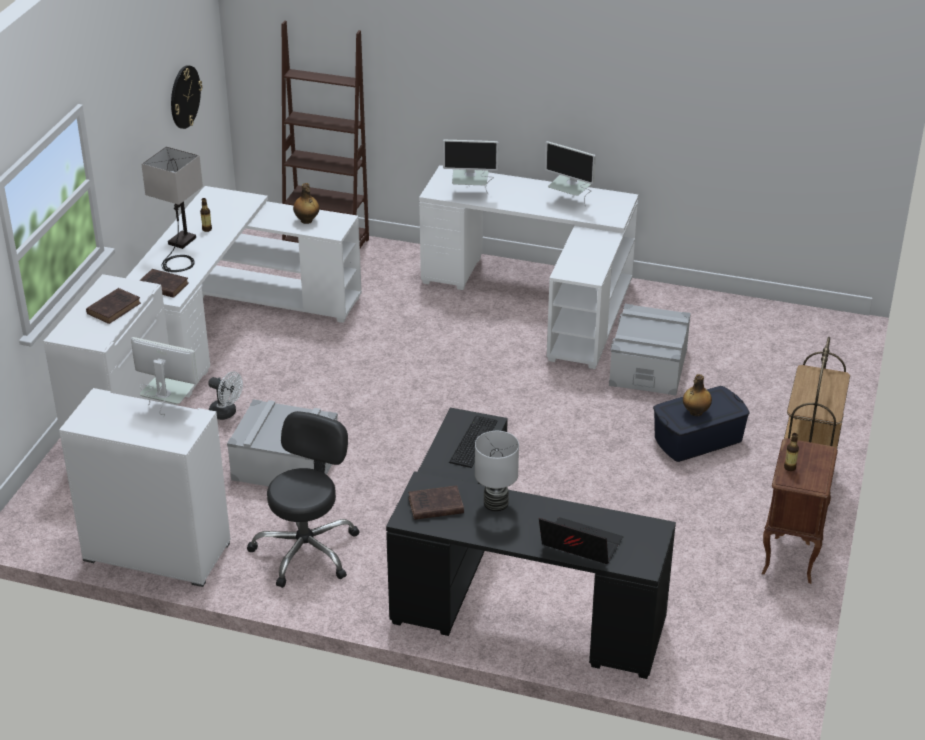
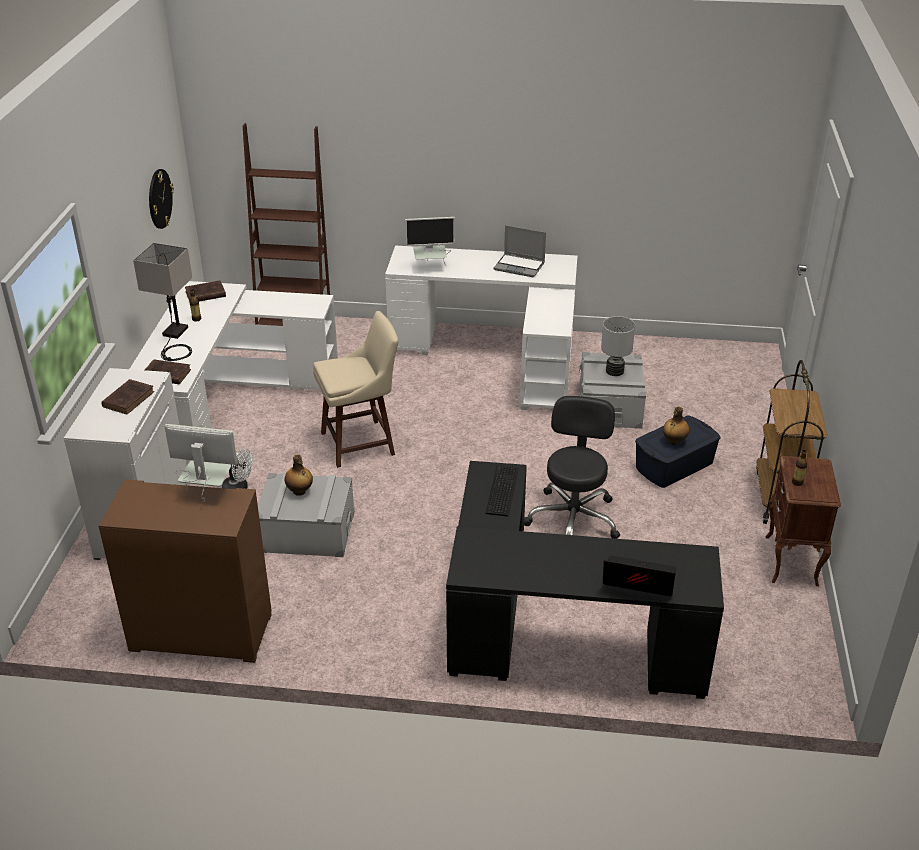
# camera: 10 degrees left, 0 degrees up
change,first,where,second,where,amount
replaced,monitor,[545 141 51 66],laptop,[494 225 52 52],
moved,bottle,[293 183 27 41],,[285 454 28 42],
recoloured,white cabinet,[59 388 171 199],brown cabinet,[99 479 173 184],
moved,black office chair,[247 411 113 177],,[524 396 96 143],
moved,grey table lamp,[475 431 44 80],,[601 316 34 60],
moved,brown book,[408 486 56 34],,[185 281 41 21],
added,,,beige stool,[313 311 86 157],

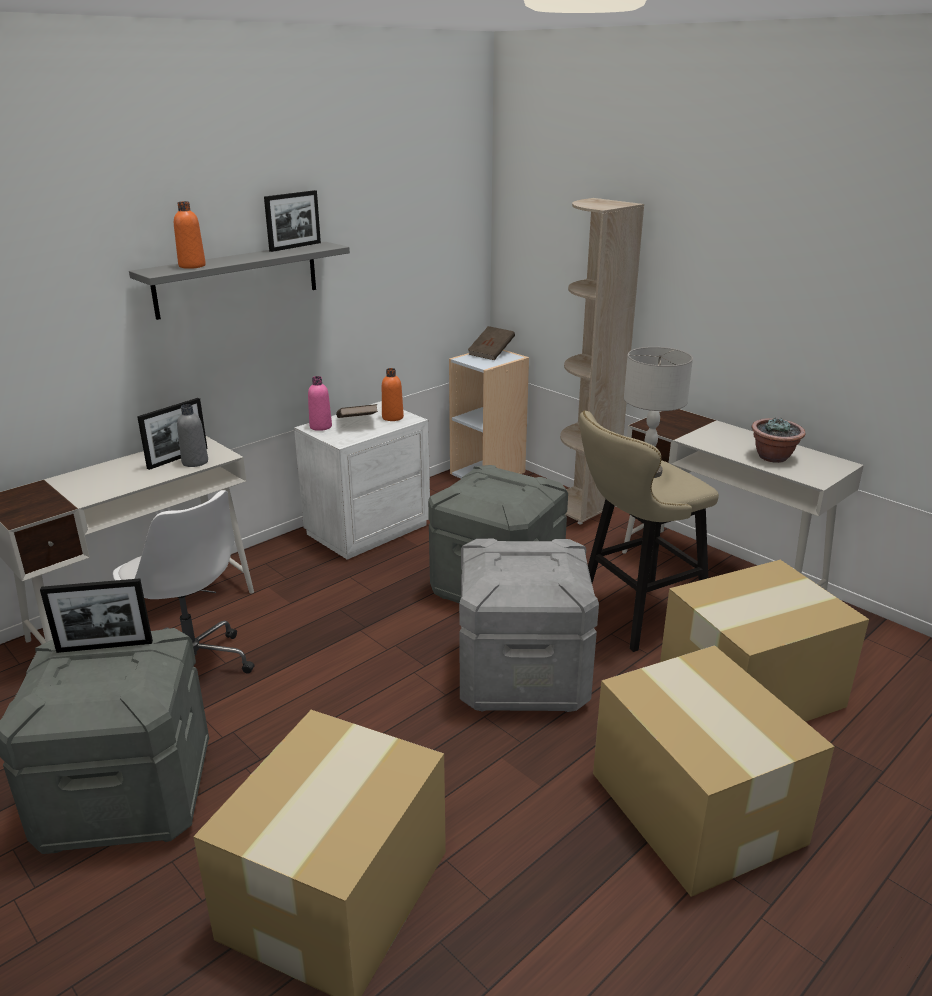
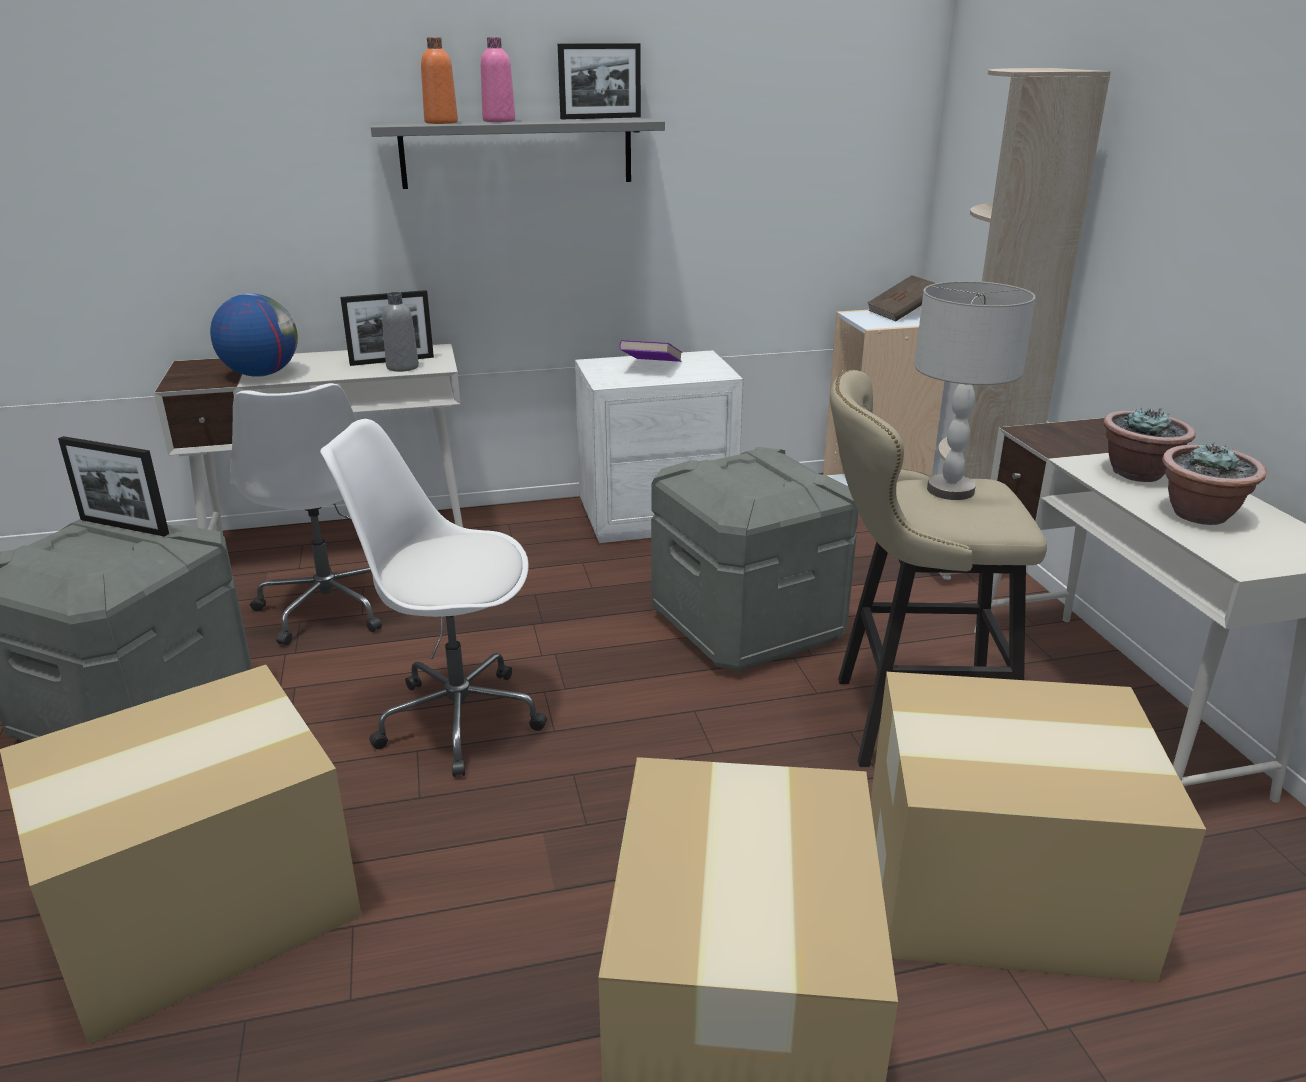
# camera: 30 degrees right, 0 degrees up
change,first,where,second,where,amount
removed,orange bottle,[382 368 22 53],,,
moved,pink bottle,[308 376 24 55],,[481 37 34 85],
recoloured,brown book,[336 404 42 14],purple book,[619 340 63 22],
removed,grey storage box,[459 539 140 173],,,
added,,,globe,[210 293 88 84],
added,,,potted plant,[1103 407 93 75],
added,,,white office chair,[320 419 227 358],

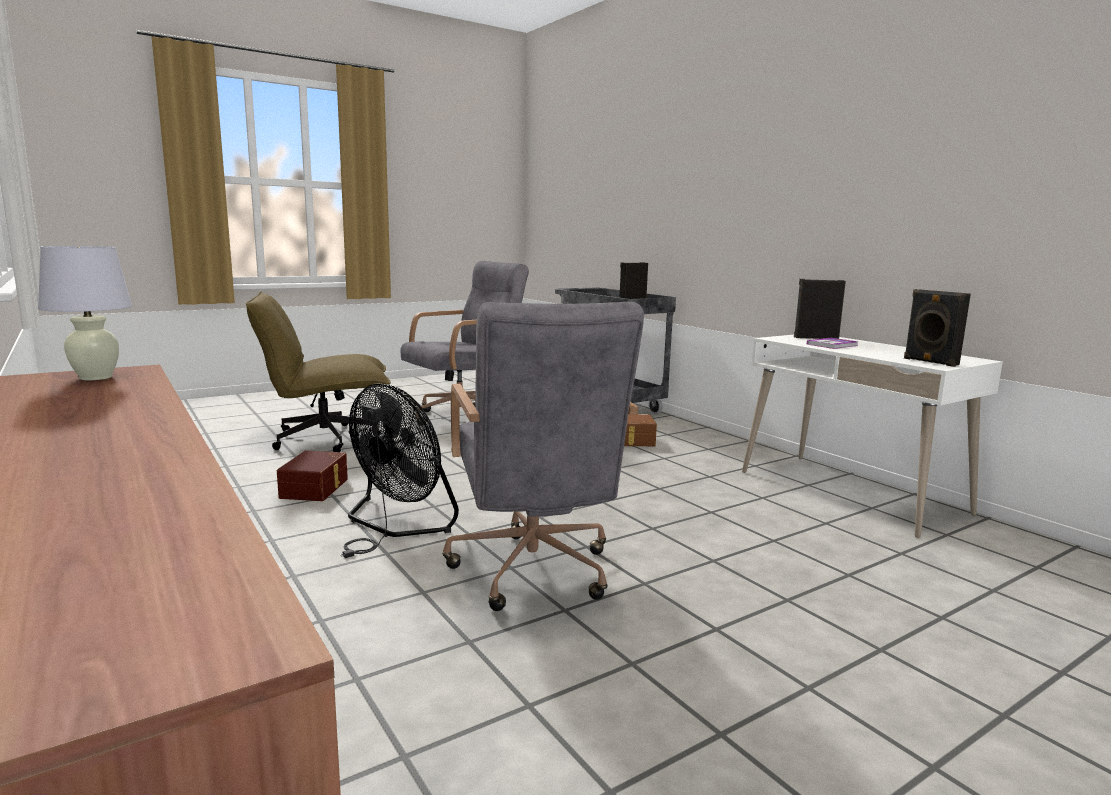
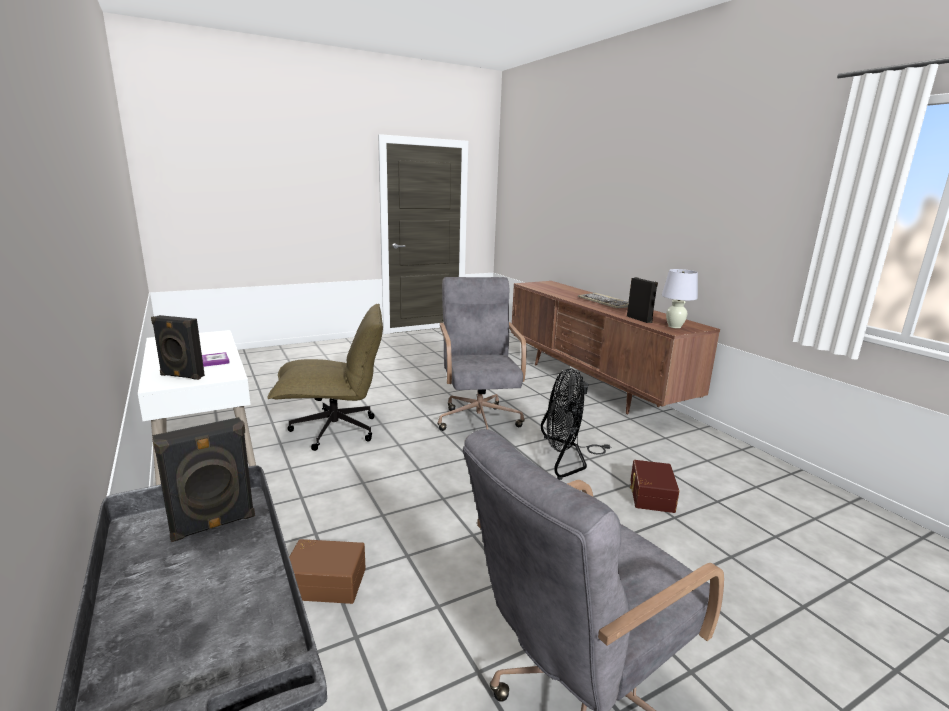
# camera: 175 degrees left, 5 degrees up
change,first,where,second,where,amount
moved,black speaker,[904 289 67 78],,[627 277 31 46],
moved,beige office chair,[246 291 145 161],,[267 304 116 147],
turned,black fan,[340 384 119 174],,[541 368 71 112],45 degrees clockwise
added,,,keyboard,[578 293 50 15],

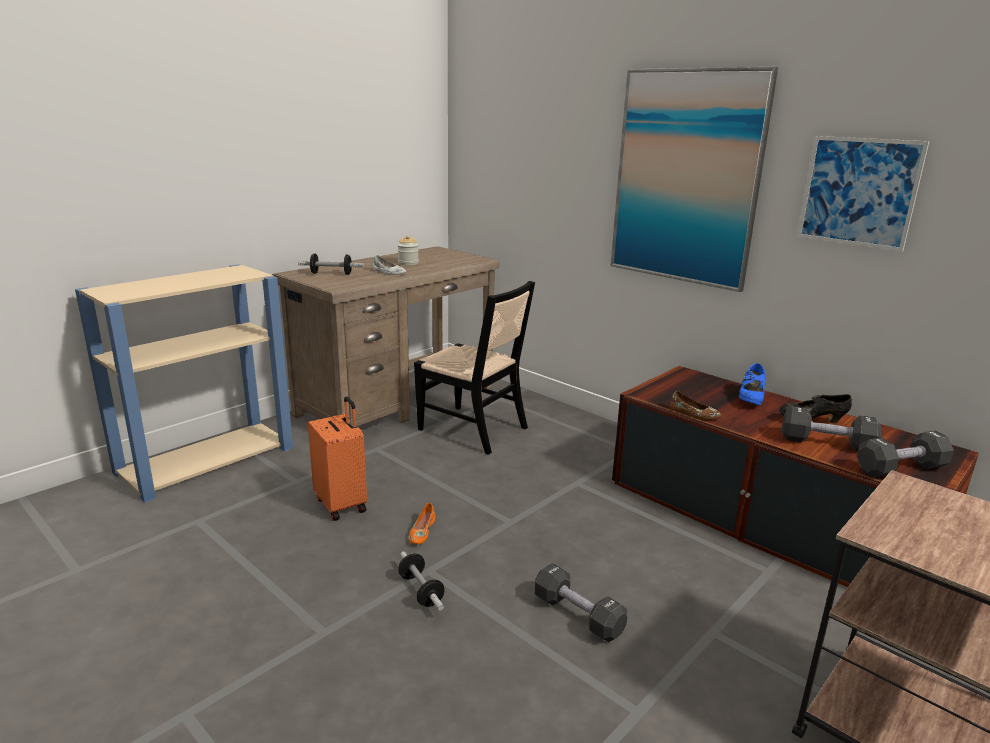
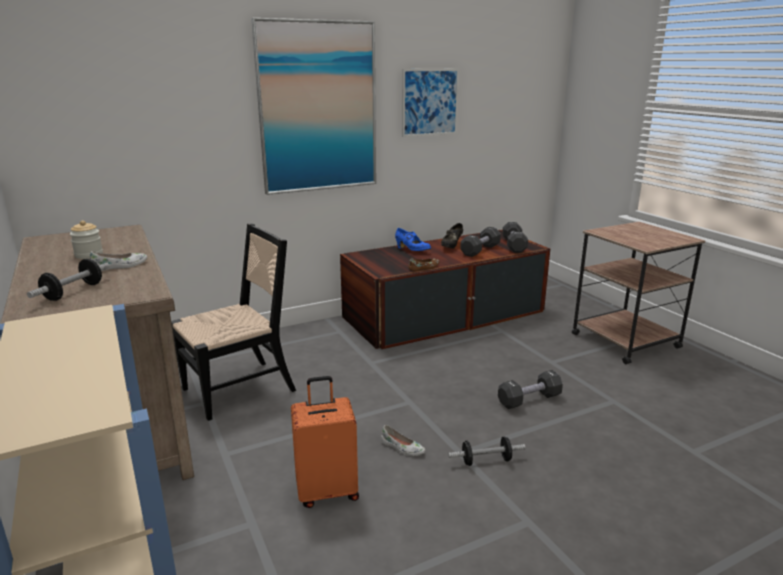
# camera: 70 degrees left, 0 degrees up
change,first,where,second,where,amount
recoloured,orange shoe,[409 503 26 41],white shoe,[381 425 44 31],

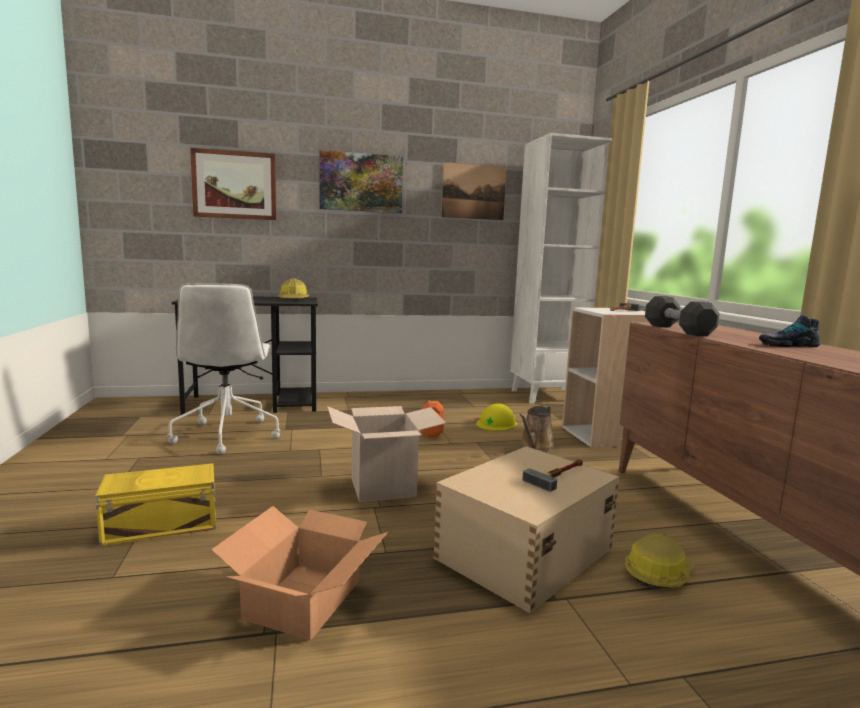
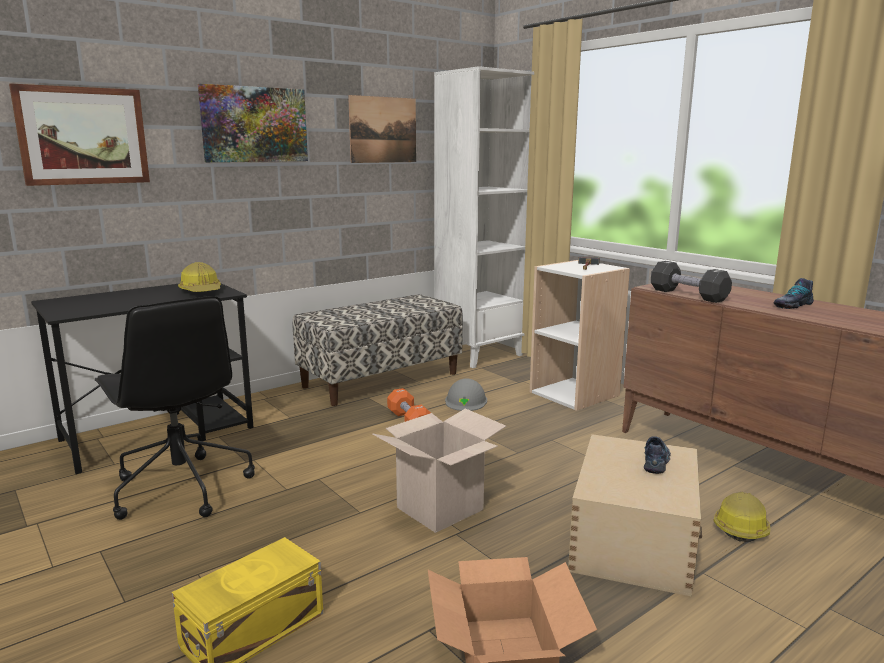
# camera: 25 degrees left, 5 degrees up
change,first,where,second,where,amount
recoloured,white office chair,[167 283 113 171],black office chair,[95 296 160 224],
recoloured,yellow hard hat,[476 403 41 28],grey hard hat,[445 378 42 33],
removed,brown watering can,[519 406 36 45],,,
replaced,hammer,[522 459 61 33],shoe,[644 436 27 38],
added,,,bench,[292 294 171 112],

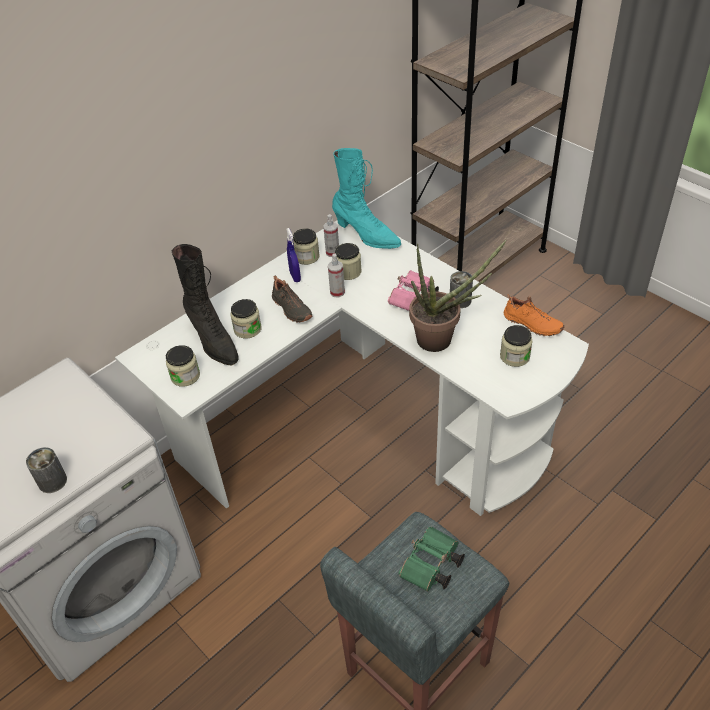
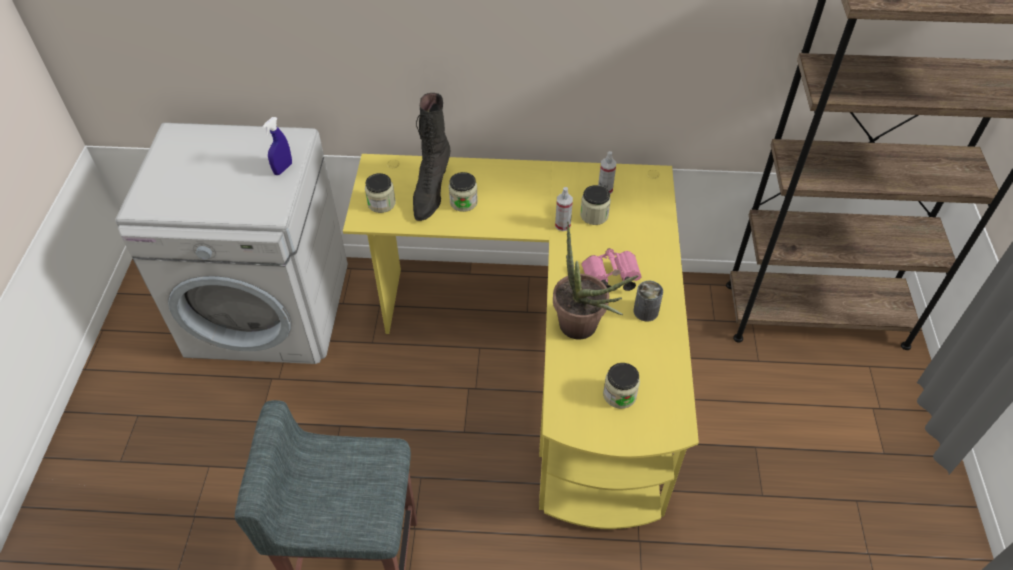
# camera: 45 degrees right, 5 degrees up
change,first,where,second,where,amount
removed,turquoise boot,[332 148 69 101],,,
recoloured,white desk,[115 220 474 296],yellow desk,[343 154 356 375],
moved,blue spray bottle,[286 228 15 54],,[262 117 30 58],
removed,jar,[293 229 27 36],,,
removed,black shoe,[272 275 41 47],,,
removed,orange shoe,[504 294 60 42],,,
removed,can,[26 447 41 46],,,
removed,green binoculars,[398 527 67 65],,,

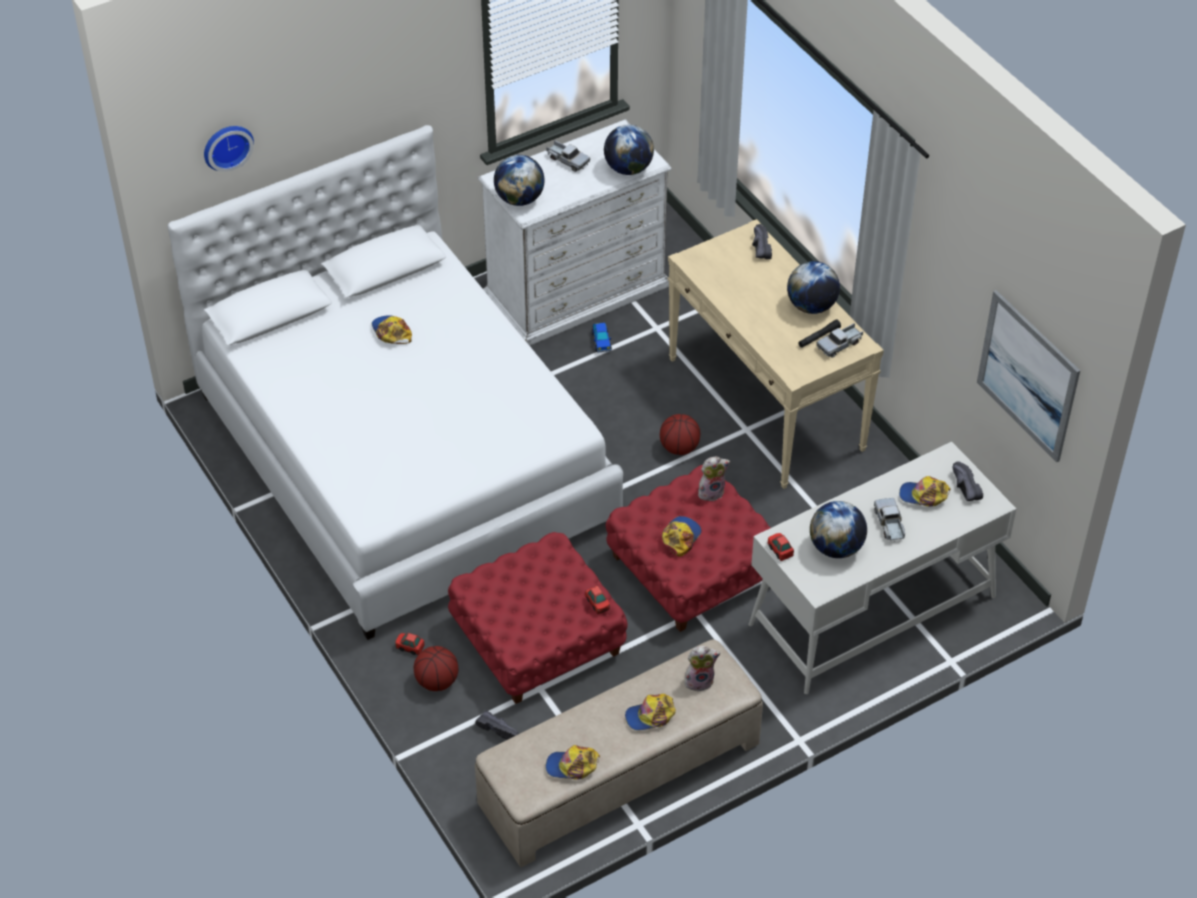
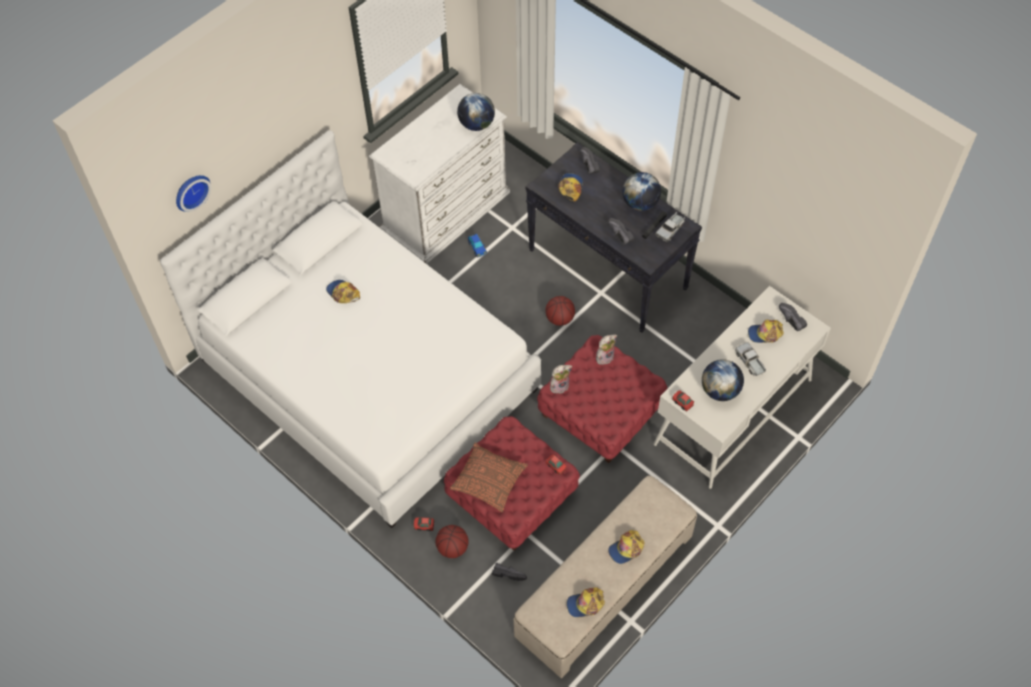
# camera: 15 degrees left, 10 degrees up
change,first,where,second,where,amount
removed,toy truck,[546 140 44 32],,,
removed,globe,[494 155 51 51],,,
recoloured,beige console table,[668 219 216 270],black console table,[526 142 176 191],
removed,picture,[977 290 103 172],,,
moved,cap,[662 516 39 41],,[558 173 25 28],
moved,plush toy,[685 646 36 46],,[550 365 22 28],
added,,,black shoe,[608 218 26 27],
added,,,brown pillow,[450 443 78 69],

